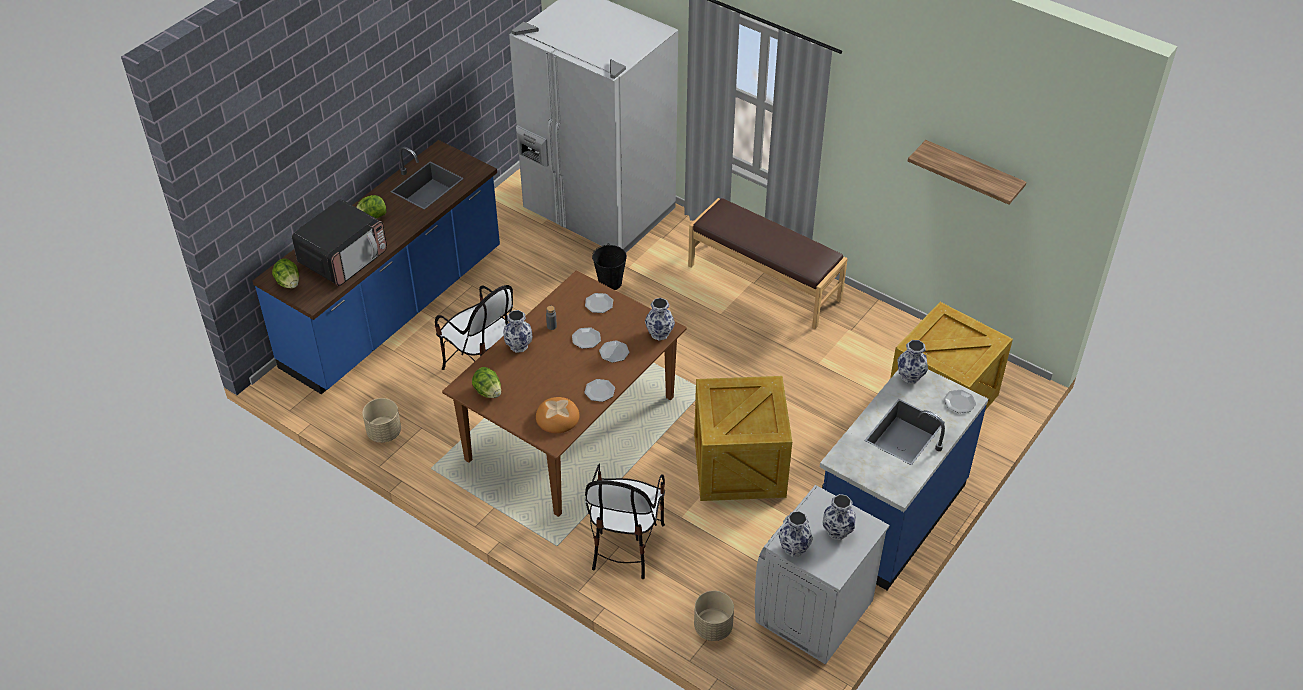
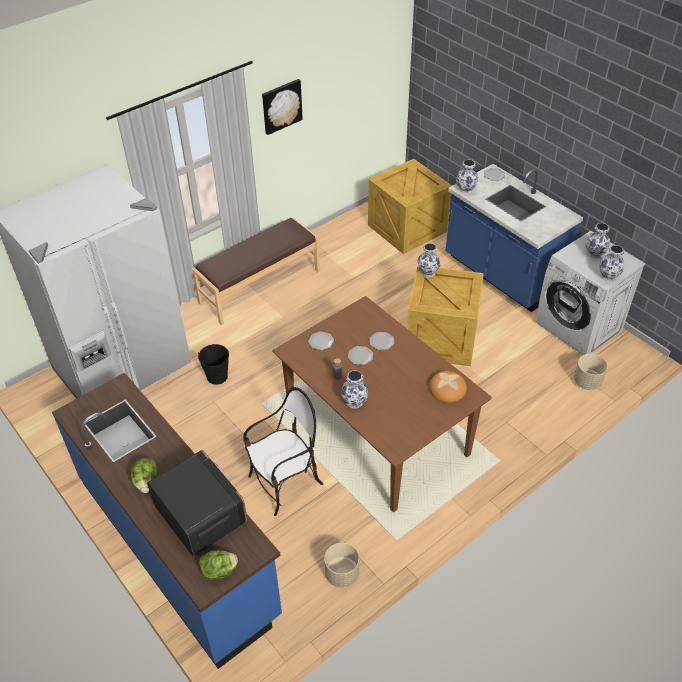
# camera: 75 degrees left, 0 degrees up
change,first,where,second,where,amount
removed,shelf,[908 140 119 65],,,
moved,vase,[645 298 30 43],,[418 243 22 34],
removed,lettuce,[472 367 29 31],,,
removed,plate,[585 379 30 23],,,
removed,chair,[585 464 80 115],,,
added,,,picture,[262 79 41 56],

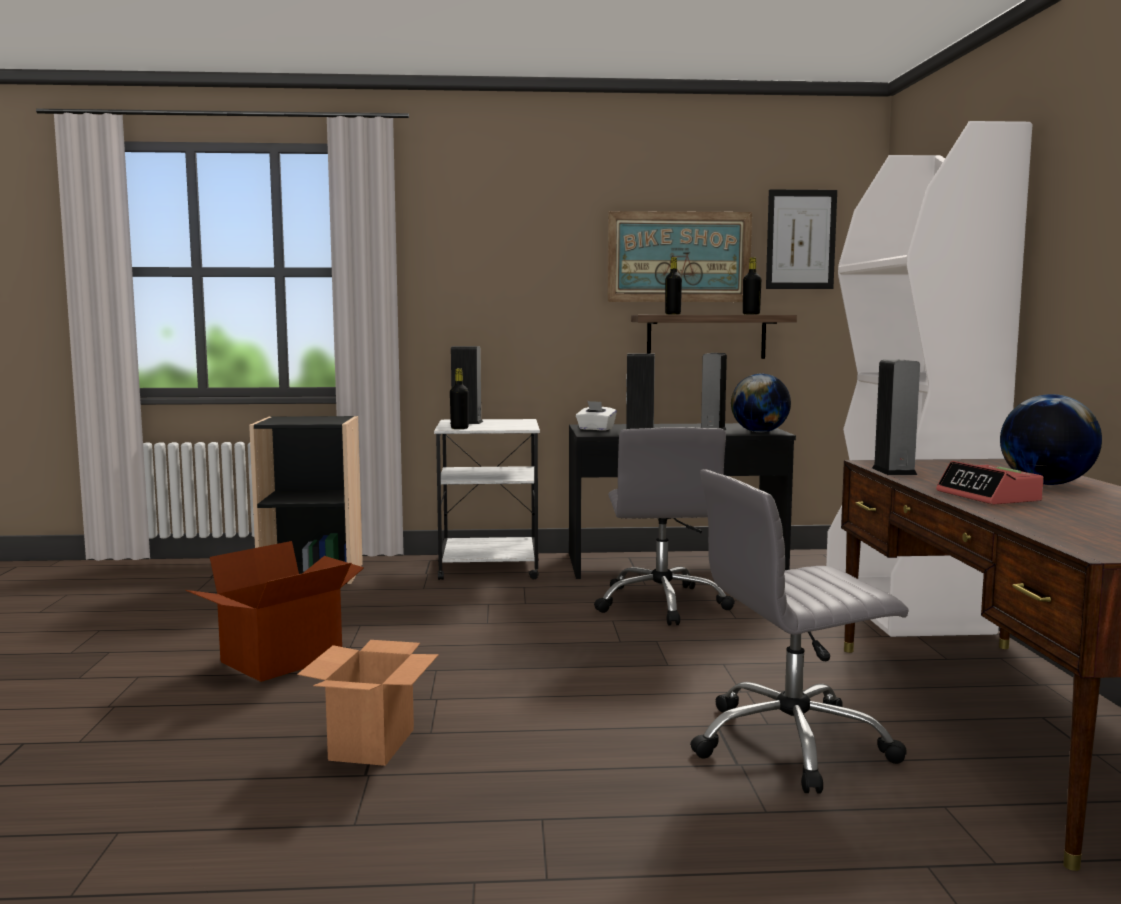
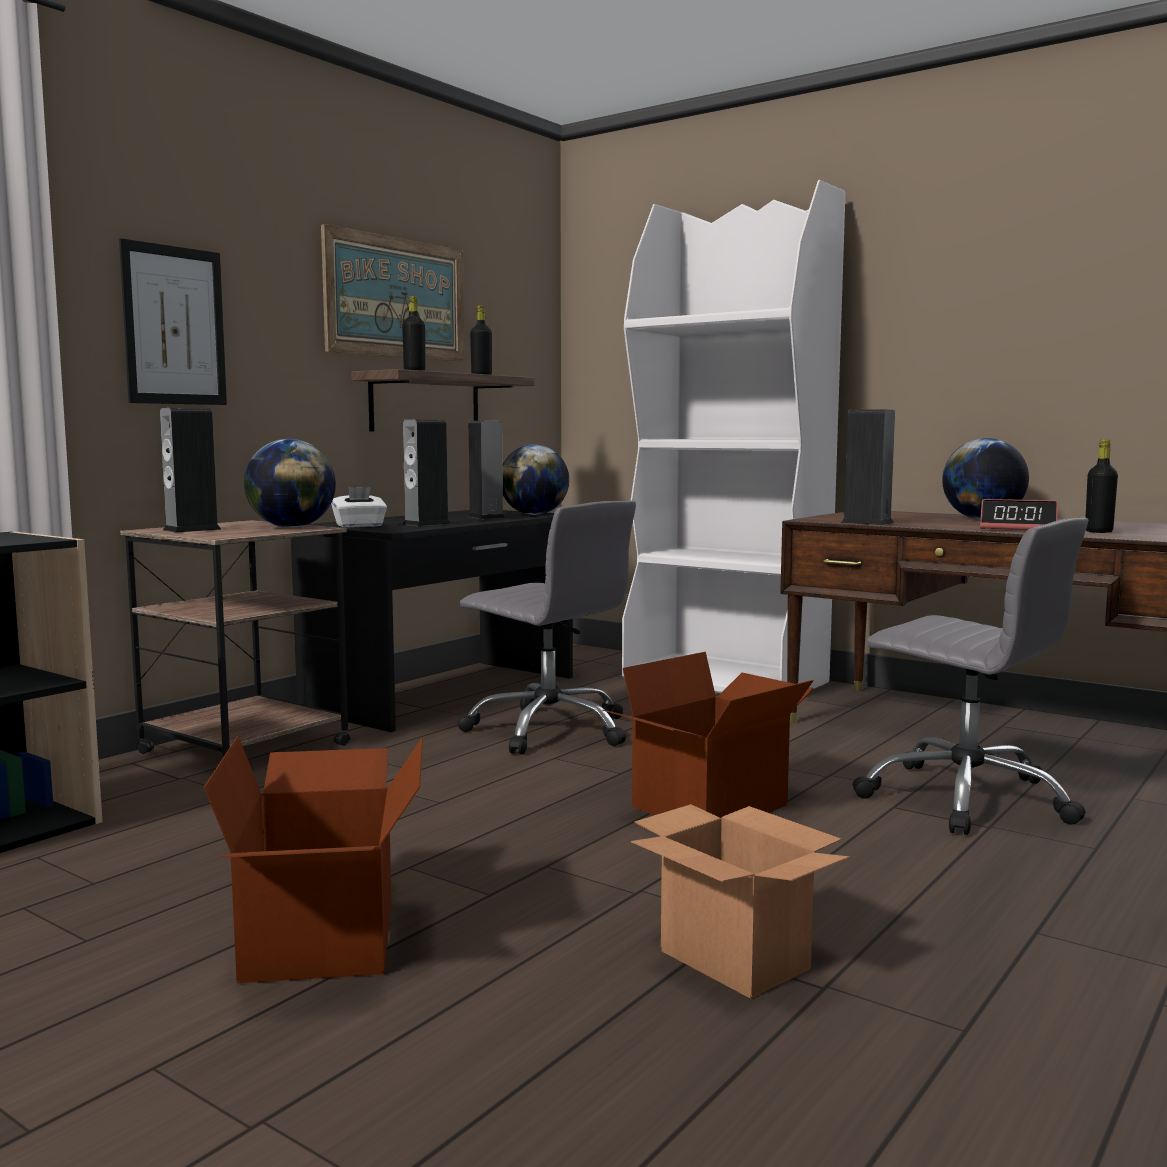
# camera: 50 degrees left, 0 degrees up
change,first,where,second,where,amount
moved,picture,[766 189 71 100],,[119 238 108 167],
moved,black bottle,[450 368 19 61],,[1085 439 33 94],
recoloured,white cart,[434 419 106 161],brown cart,[120 520 230 237],
turned,grey office chair,[690 469 219 325],,[852 518 236 317],75 degrees counterclockwise
added,,,globe,[244 439 92 89],
added,,,cardboard box,[602 652 212 166],

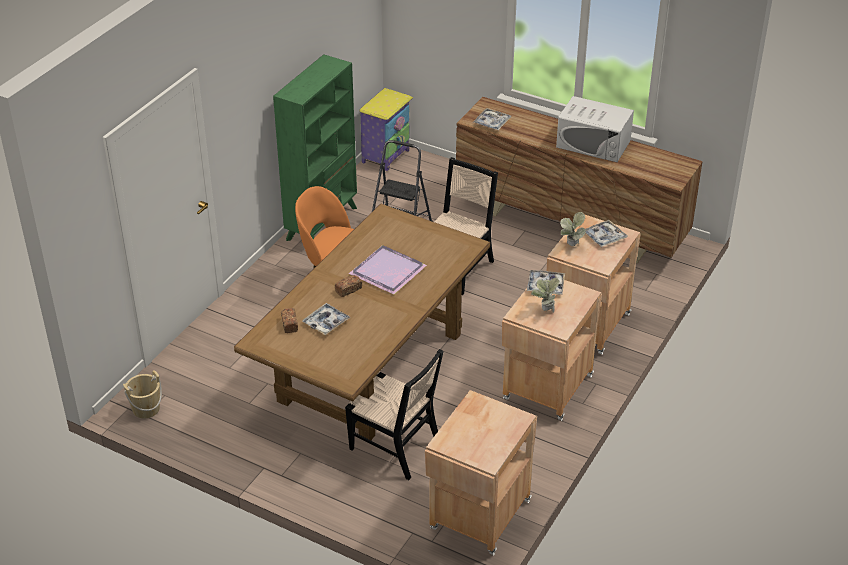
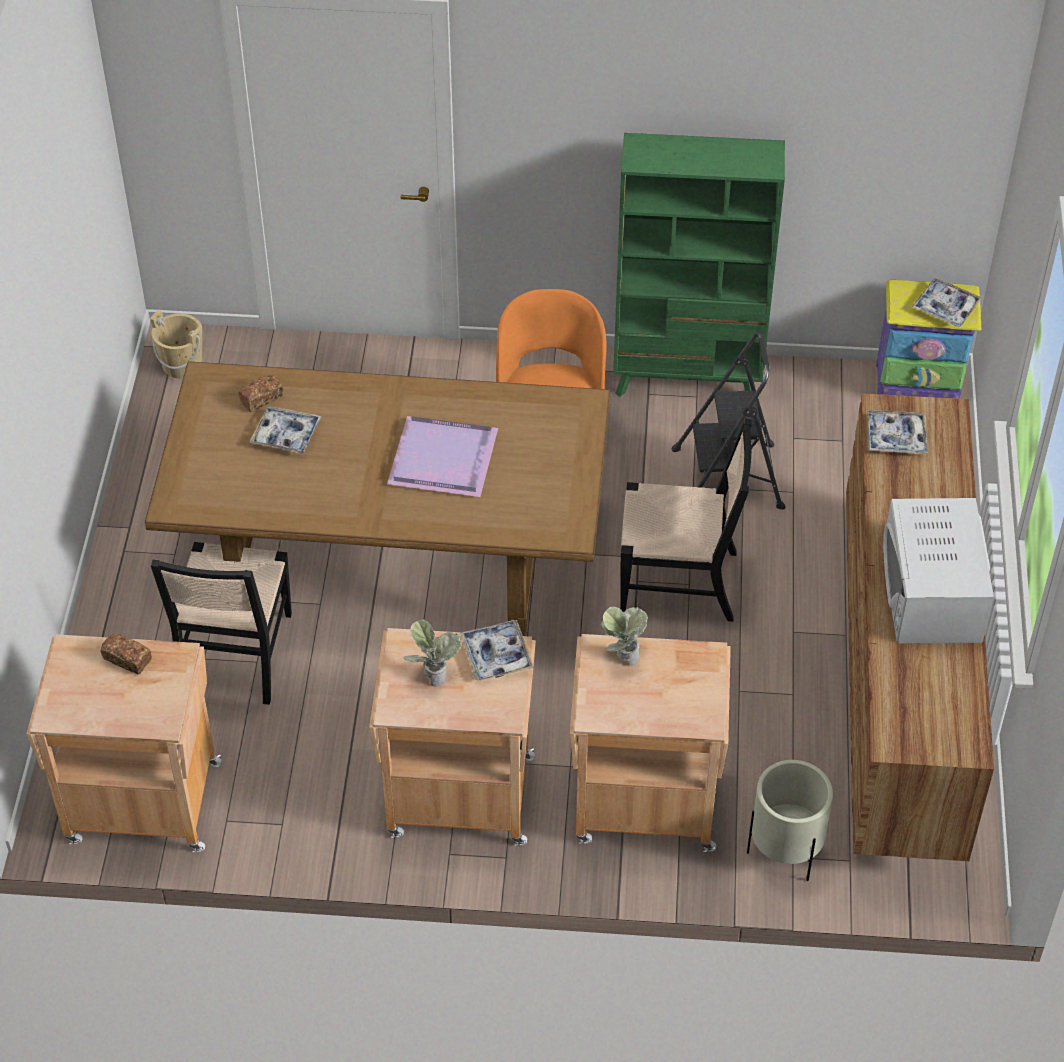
# camera: 65 degrees right, 10 degrees up
change,first,where,second,where,amount
moved,tray,[585 220 42 27],,[912 278 70 49],
moved,bread,[335 275 27 22],,[101 634 51 40],
added,,,beige planter,[747 760 86 121],

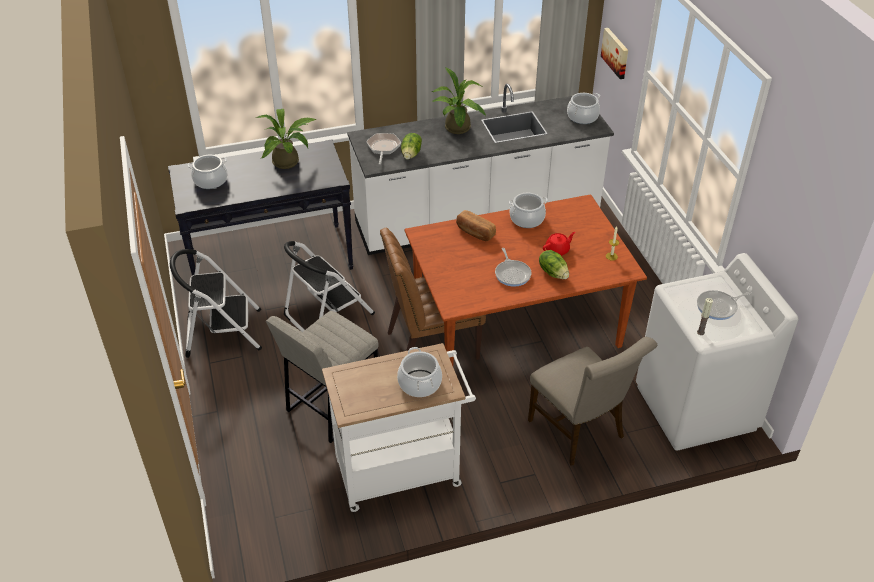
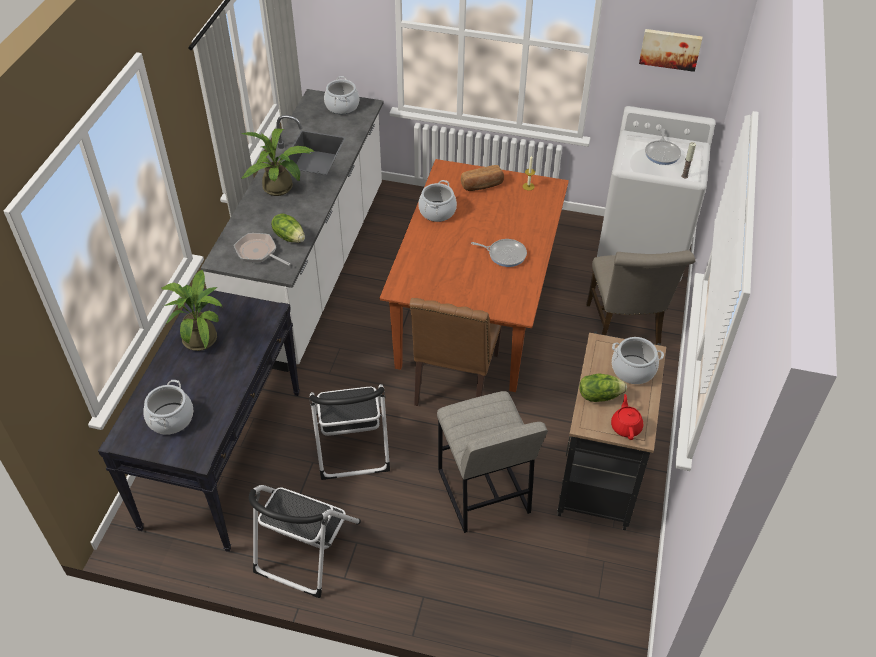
# camera: 60 degrees left, 5 degrees up
change,first,where,second,where,amount
moved,picture,[601 28 27 51],,[639 29 63 43],
moved,bread,[456 210 40 31],,[461 165 43 26],
moved,red teapot,[543 232 32 24],,[611 394 32 46],
moved,lettuce,[539 250 30 29],,[579 373 48 29],
turned,beige chair,[528 337 129 129],,[586 250 109 95],90 degrees clockwise
recoloured,white cart,[322 343 154 169],black cart,[557 331 109 199],

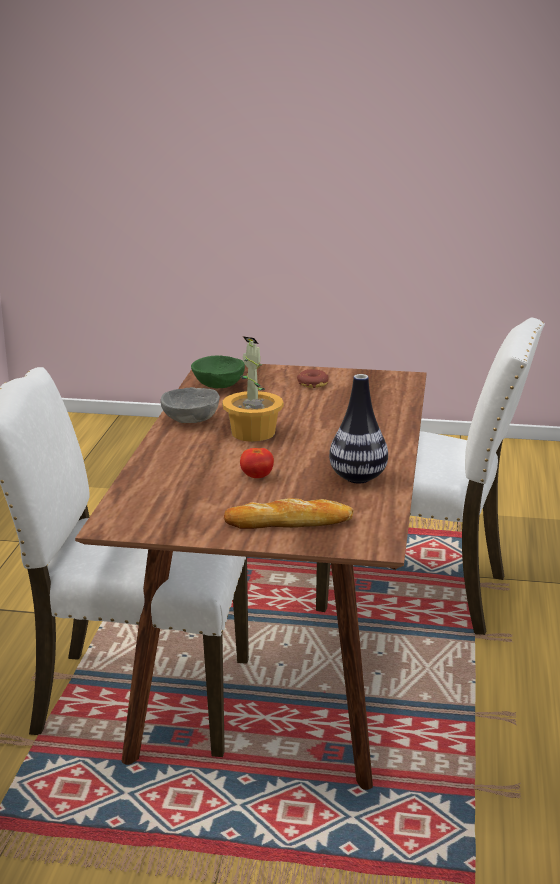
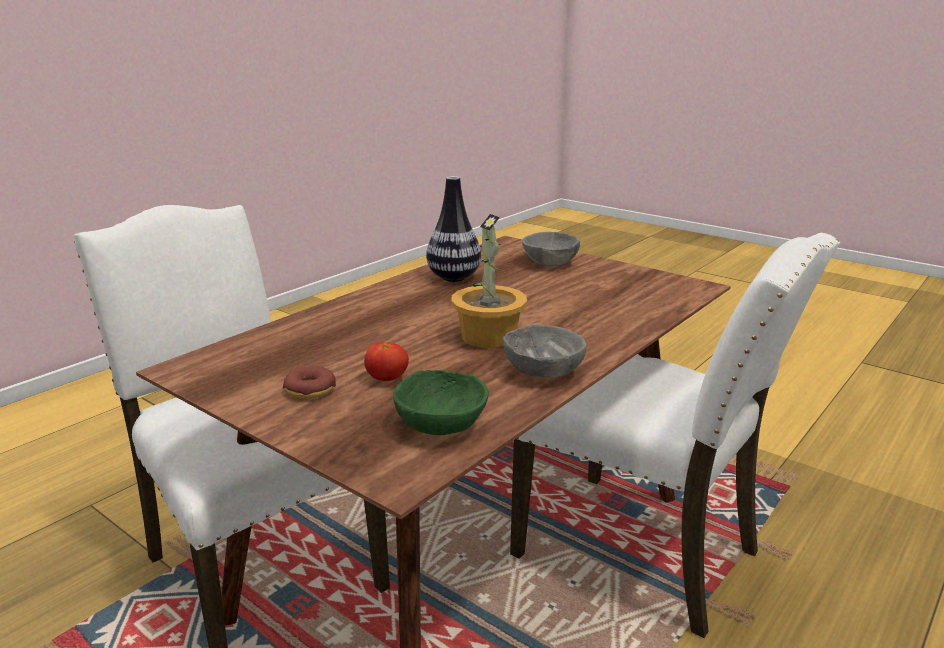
# camera: 150 degrees left, 0 degrees up
change,first,where,second,where,amount
moved,tomato,[240 448 34 30],,[364 342 45 39],
replaced,bread,[224 498 130 31],grey bowl,[522 232 58 34],

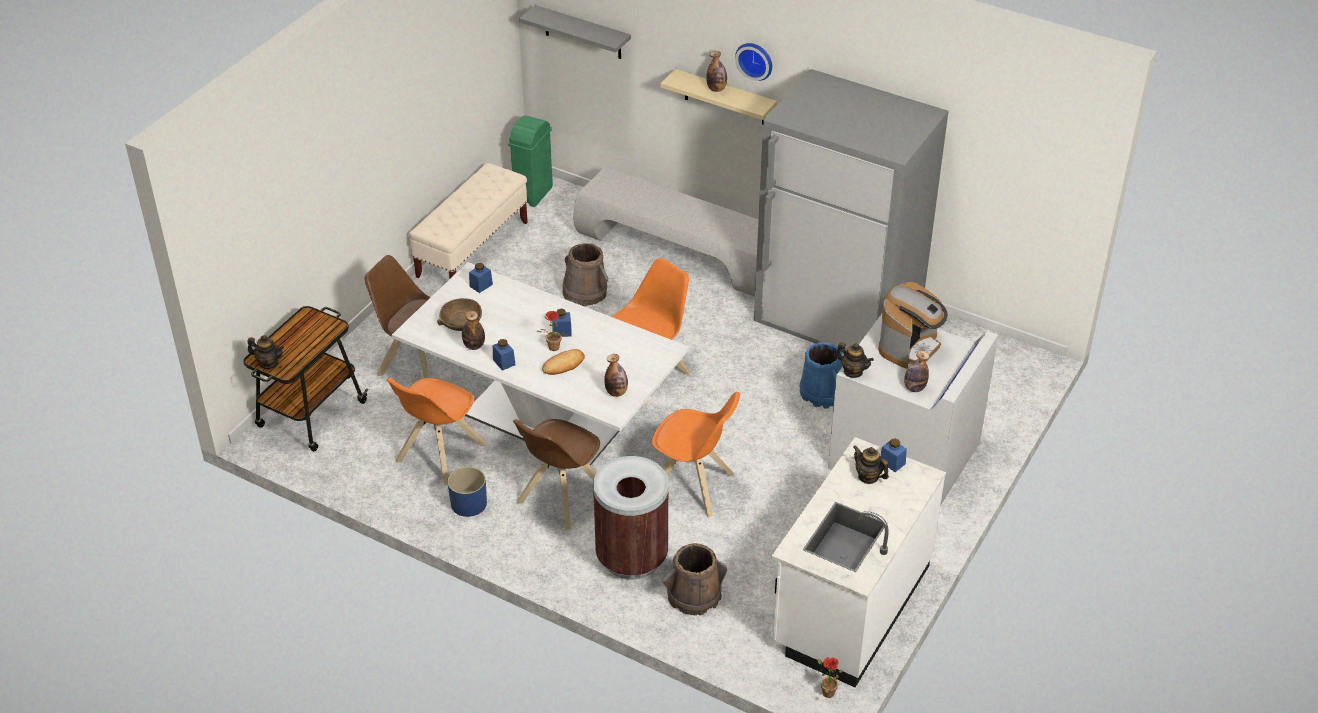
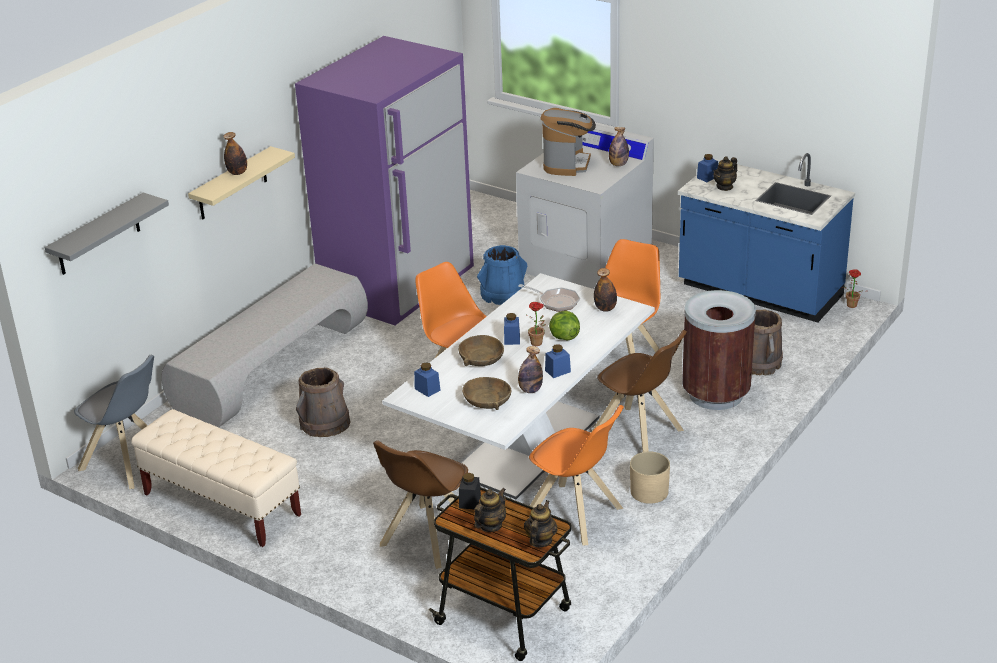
# camera: 85 degrees left, 10 degrees down
change,first,where,second,where,amount
removed,wall clock,[735 43 37 38],,,
recoloured,grey fridge,[754 69 194 285],purple fridge,[295 36 179 289],
replaced,green trash can,[508 115 45 92],grey chair,[74 355 80 134],
turned,coffee machine,[878 282 70 87],,[541 108 55 68],60 degrees clockwise
moved,teapot,[835 342 39 36],,[474 488 32 44],
replaced,bread,[542 349 43 26],lettuce,[549 311 31 29],
recoloured,white counter,[772 437 174 250],blue counter,[678 153 177 170],
recoloured,blue planter,[447 467 40 50],beige planter,[630 452 40 52],
added,,,frying pan,[518 284 62 28],
added,,,brown bowl,[458 335 46 31],
added,,,black jar,[459 473 22 36],

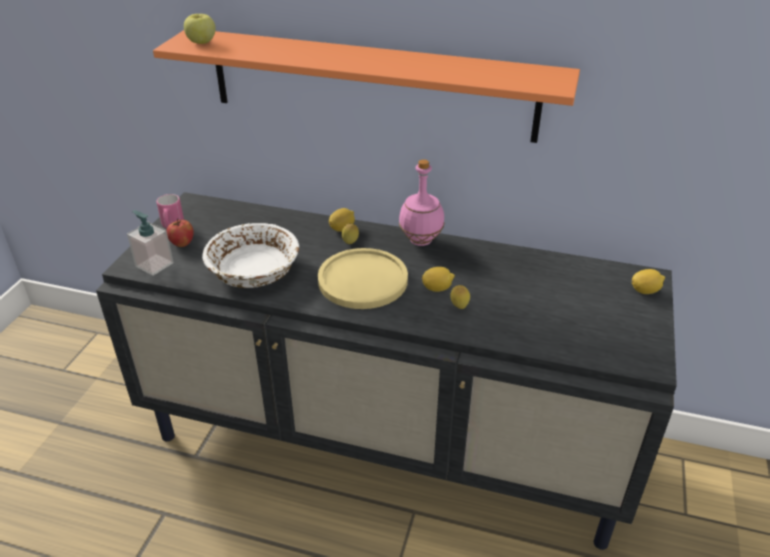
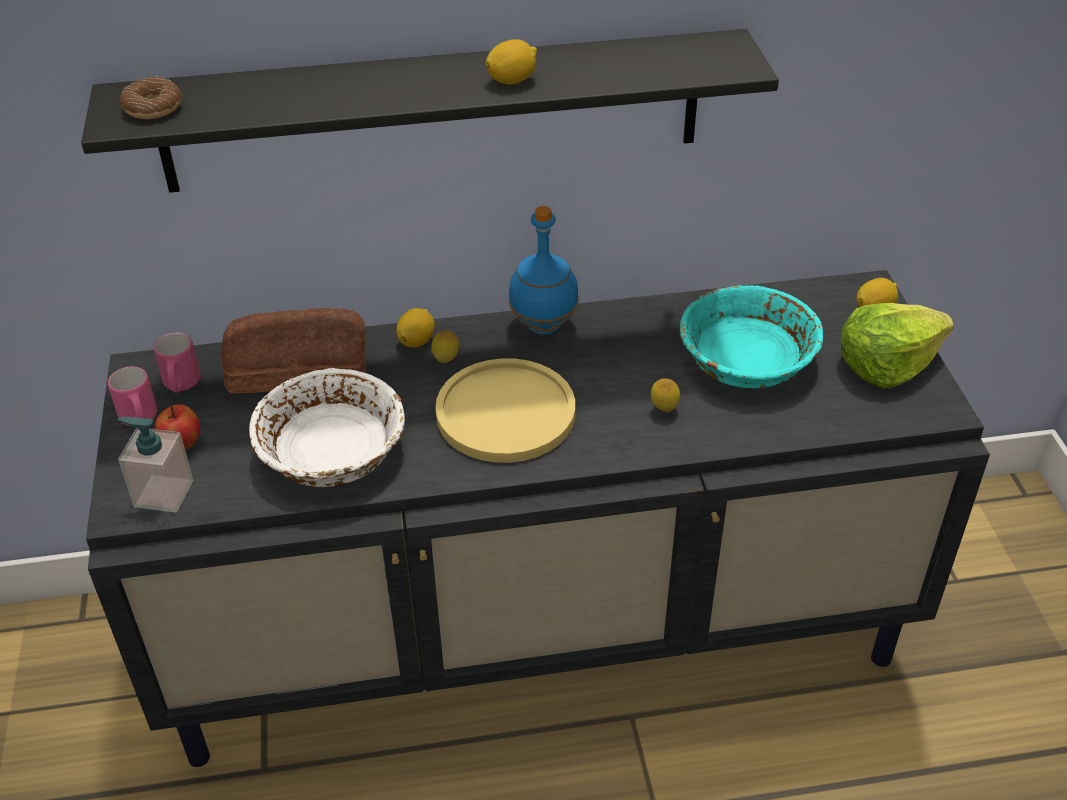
# camera: 25 degrees left, 5 degrees up
change,first,where,second,where,amount
replaced,apple,[184 14 32 30],donut,[120 77 62 42],
recoloured,orange shelf,[153 30 427 113],black shelf,[81 29 698 164],
recoloured,pink bottle,[399 159 45 87],blue bottle,[509 206 70 128],
moved,lemon,[422 267 33 25],,[486 39 51 45],
added,,,turquoise bowl,[680 285 143 103],
added,,,lettuce,[841 303 113 86],
added,,,bread,[221 308 145 86],
added,,,pink mug,[154 333 46 60],

